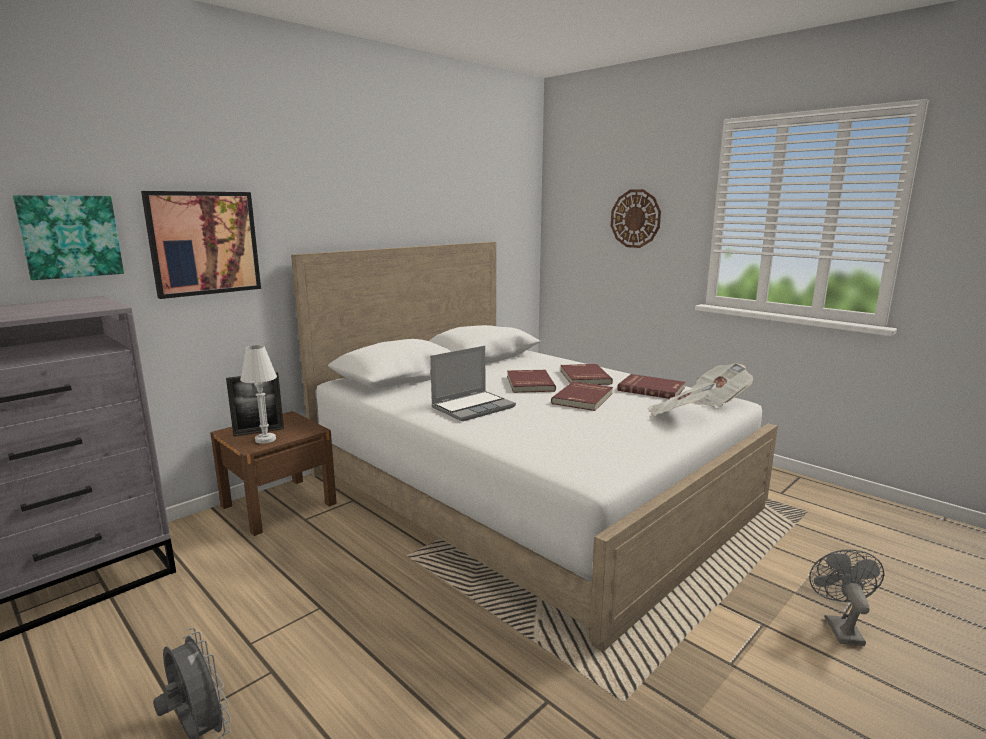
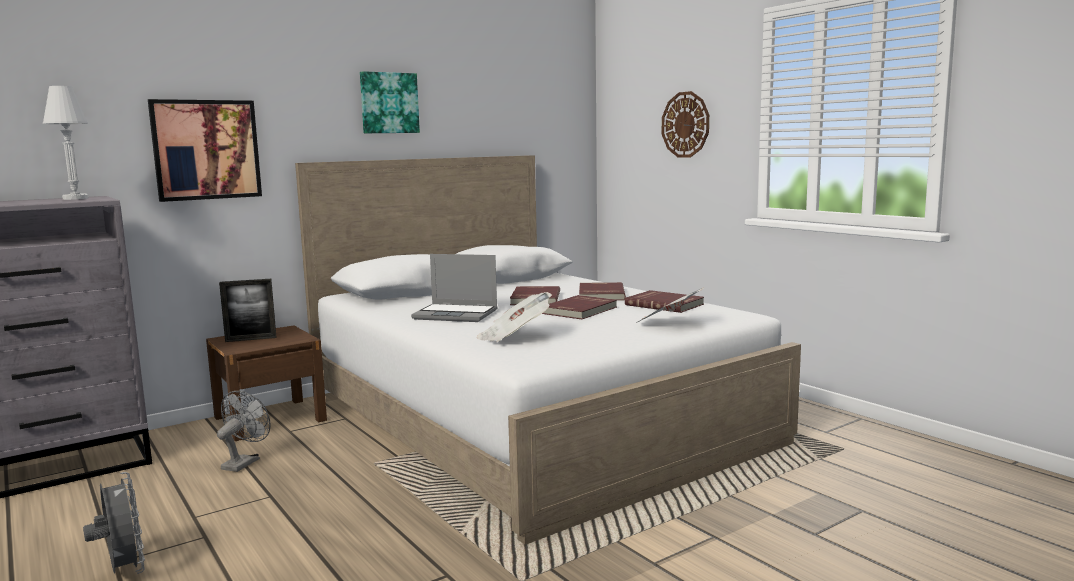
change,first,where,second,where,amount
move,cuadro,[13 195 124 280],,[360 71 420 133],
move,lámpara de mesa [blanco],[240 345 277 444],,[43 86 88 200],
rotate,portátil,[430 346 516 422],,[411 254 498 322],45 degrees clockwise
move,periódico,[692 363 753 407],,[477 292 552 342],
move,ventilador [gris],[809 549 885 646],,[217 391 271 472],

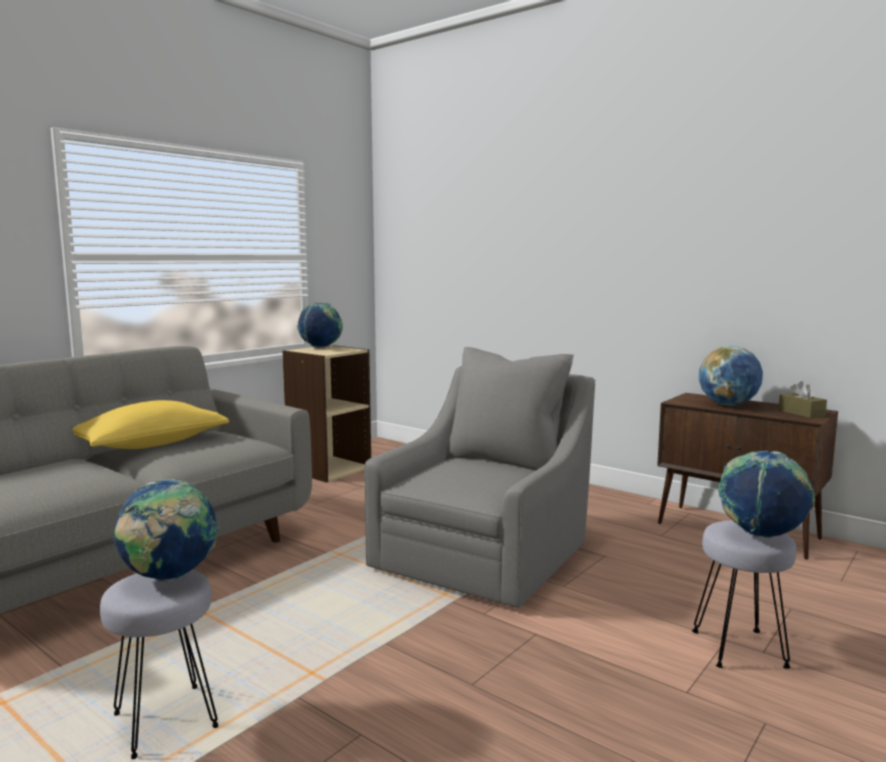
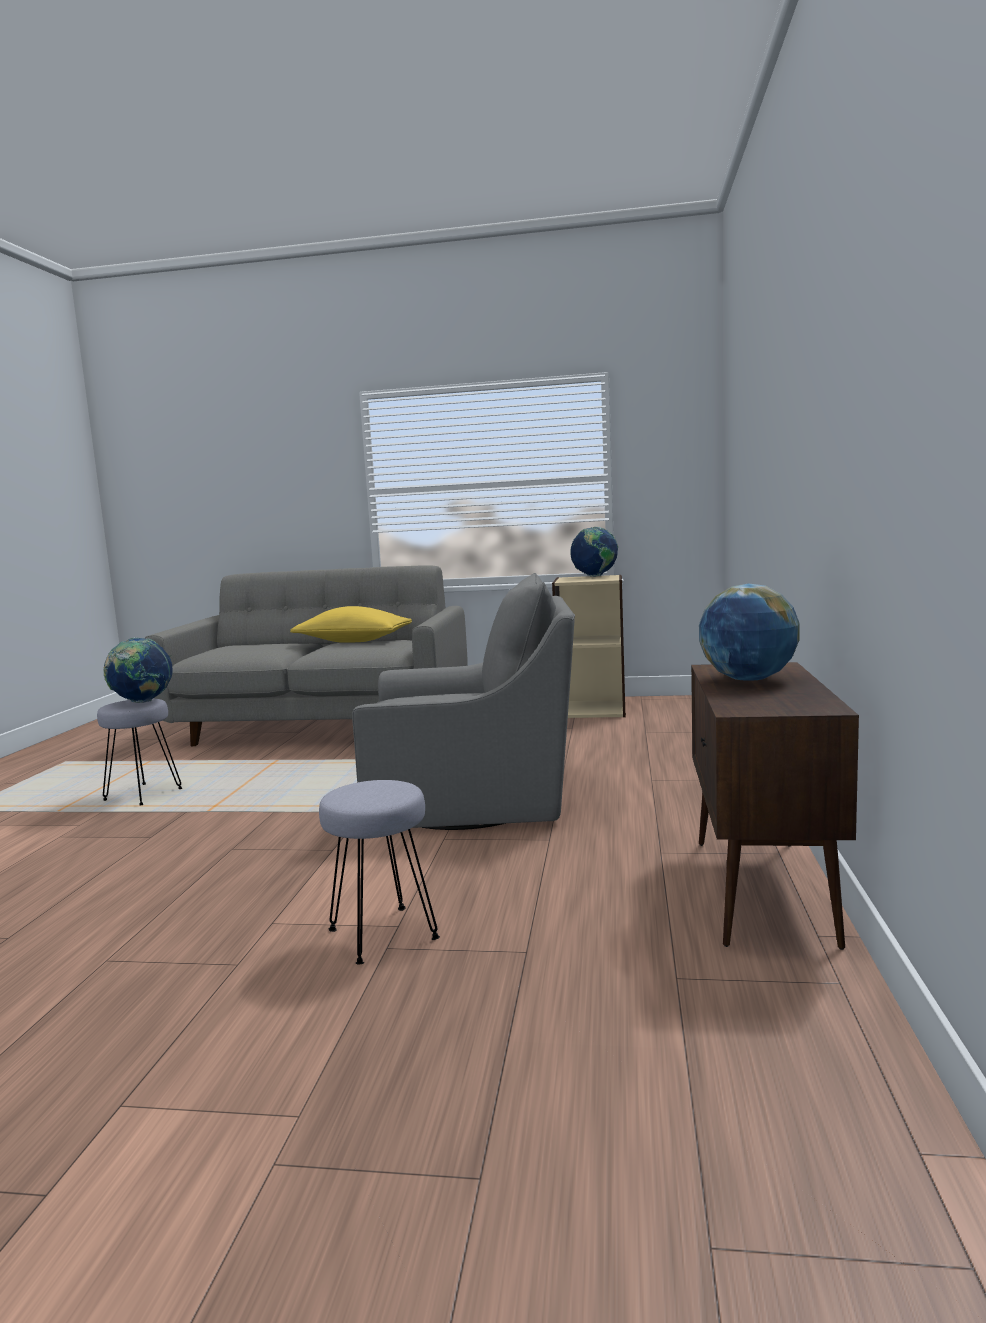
change,first,where,second,where,amount
delete,globo terráqueo,[718 451 815 538],,,
delete,caja de pañuelos [marrón],[778 381 827 418],,,

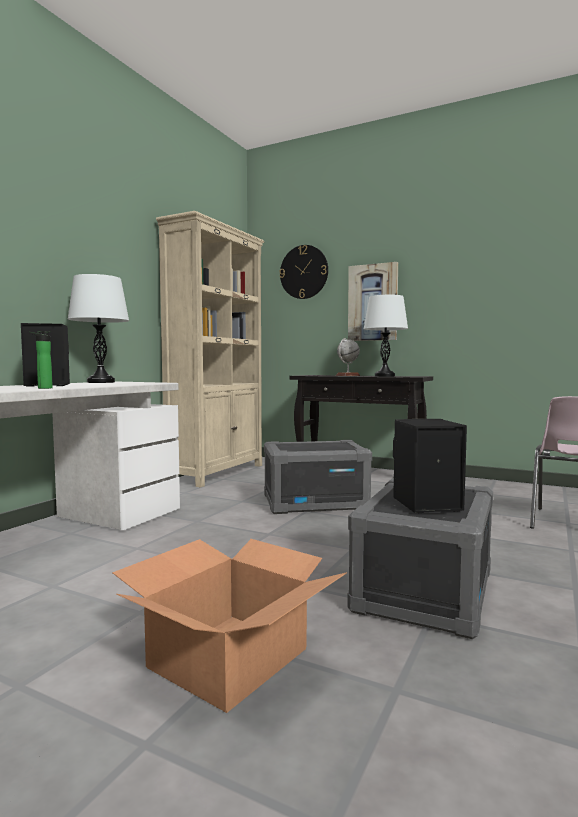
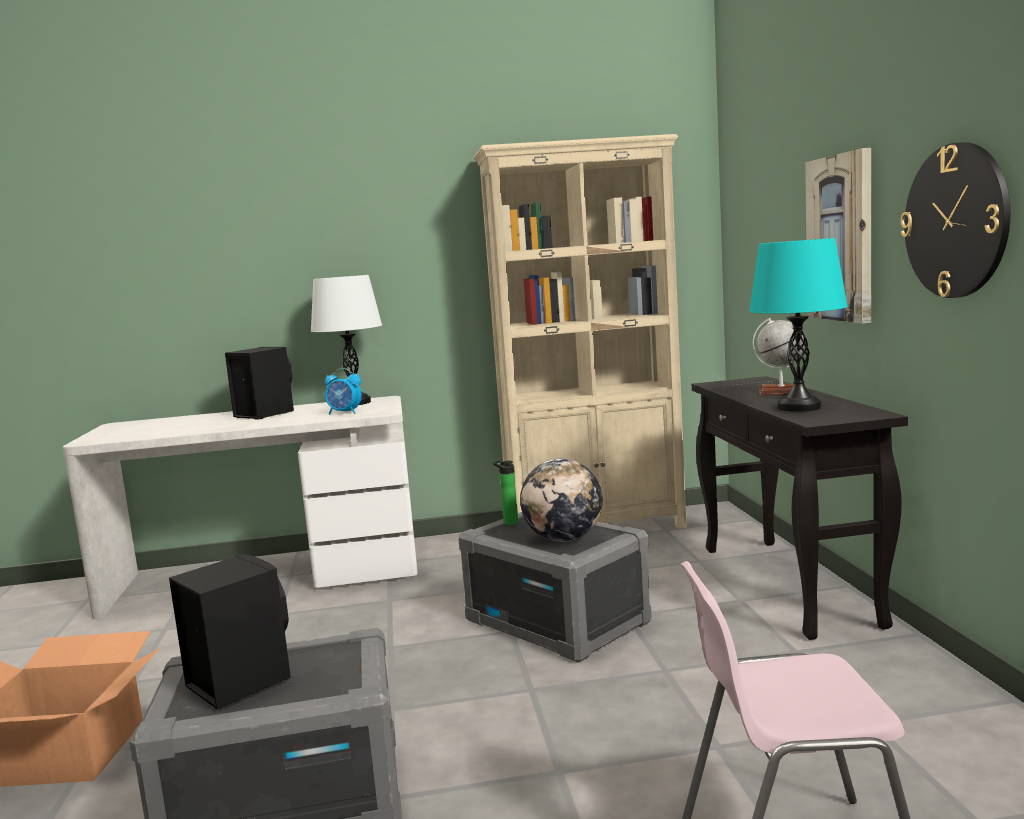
change,first,where,second,where,amount
move,botella,[29 331 53 389],,[493 460 518 525],
move,reloj de pared,[279 245 328 299],,[901 142 1010 298],
recolor,lámpara de mesa [blanco],[364 295 408 377],lámpara de mesa [turquesa],[749 238 848 412],
insert,,,despertador,[325 368 362 415],
insert,,,globo terráqueo,[520 458 603 542],

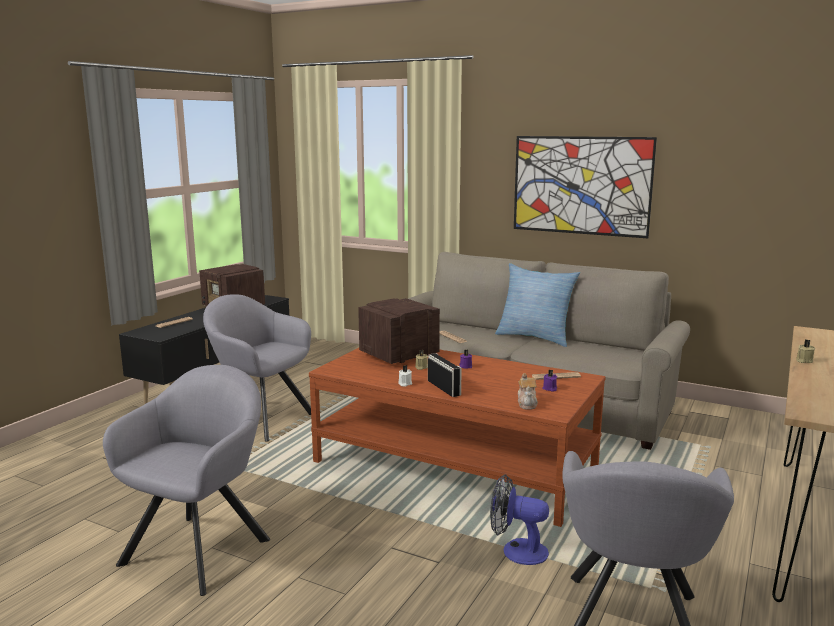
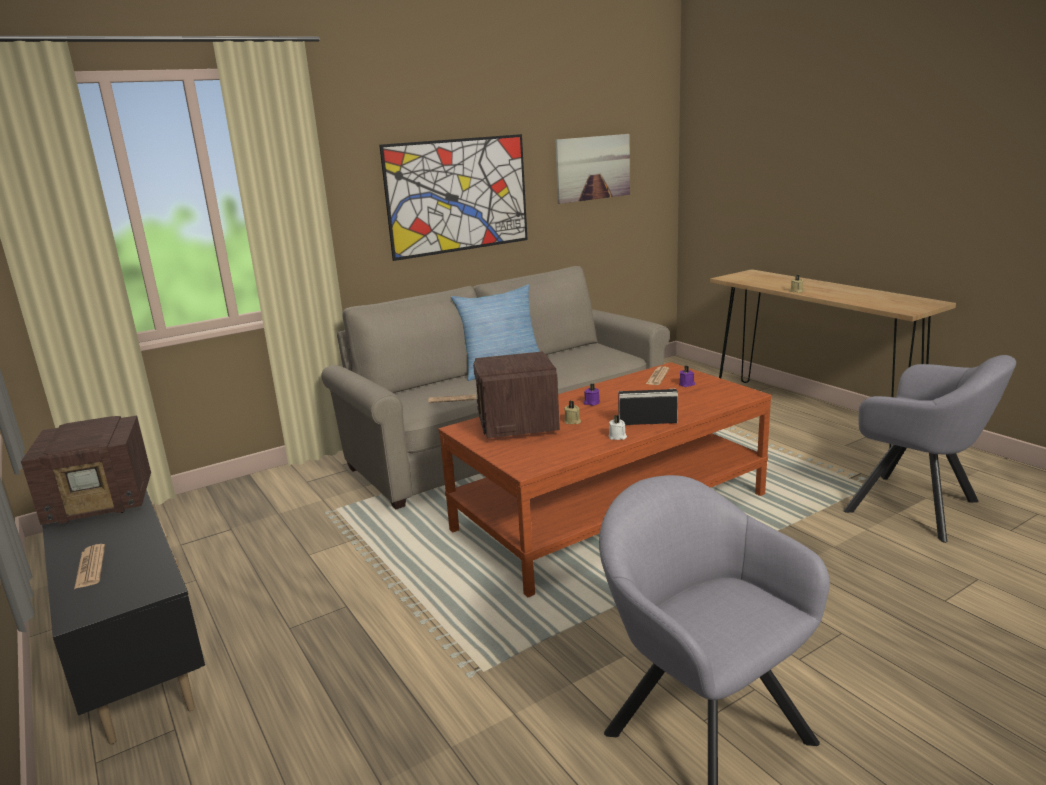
change,first,where,second,where,amount
delete,sillón [gris],[203 294 311 442],,,
delete,ventilador,[490 474 549 565],,,
delete,tetera,[518 373 538 410],,,
insert,,,cuadro,[555 134 630 204],

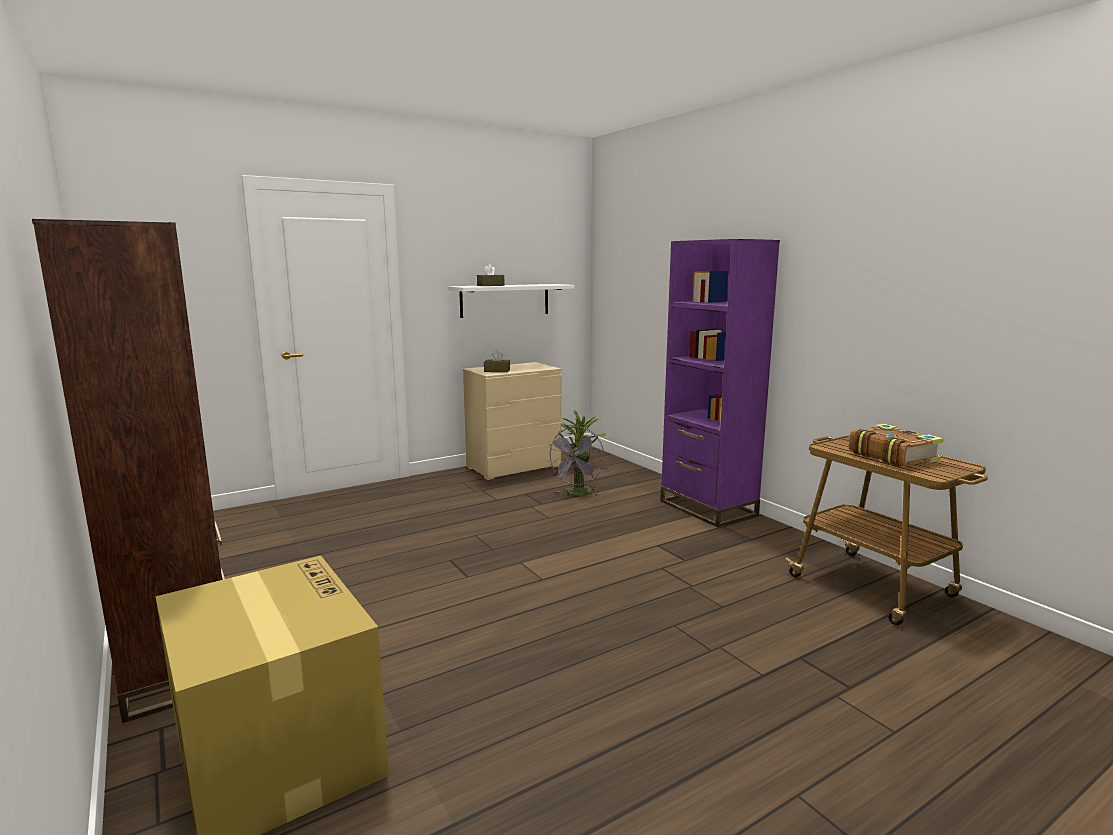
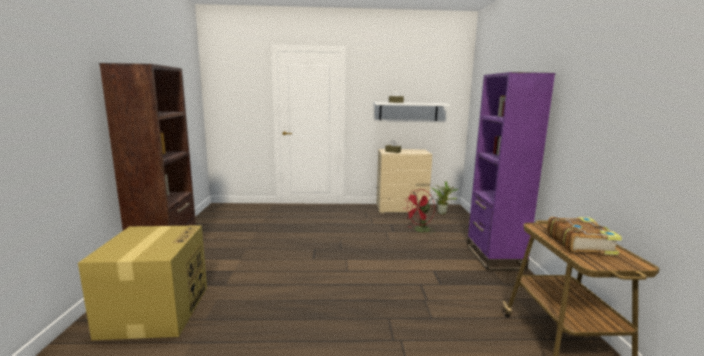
change,first,where,second,where,amount
recolor,ventilador [gris],[547 426 604 496],ventilador [rojo],[405 189 435 235],

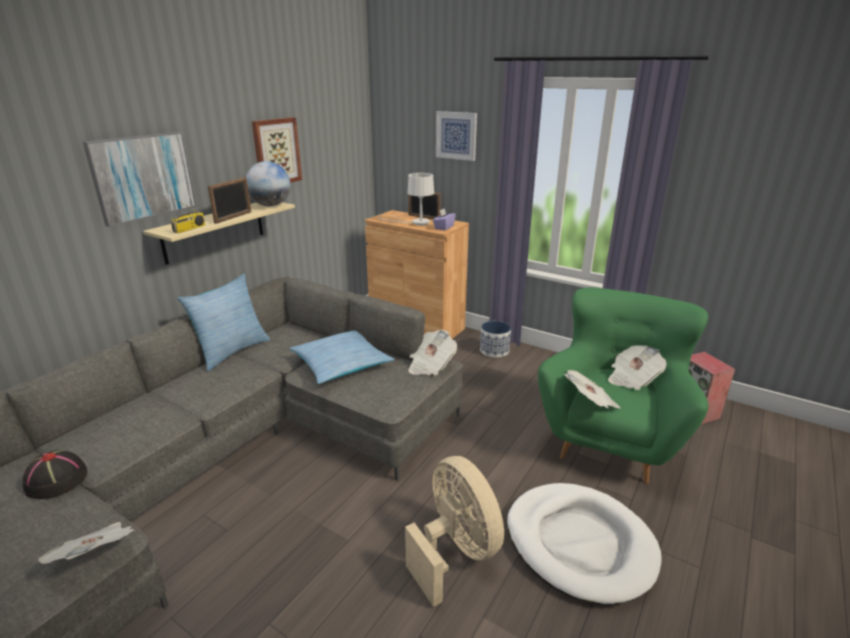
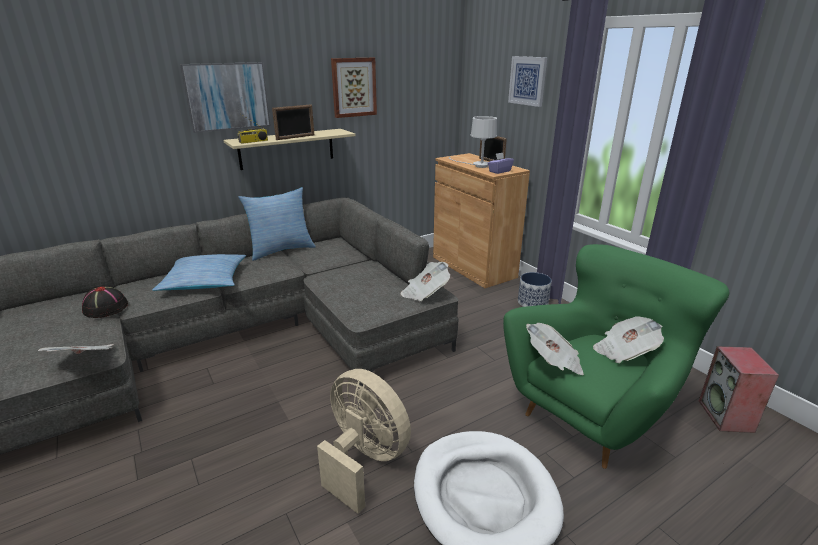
change,first,where,second,where,amount
delete,globo terráqueo,[246 161 291 206],,,
move,cojín,[289 330 395 384],,[152 254 246 291],
rotate,ventilador [beis],[405 456 504 607],,[317 369 411 514],45 degrees counterclockwise

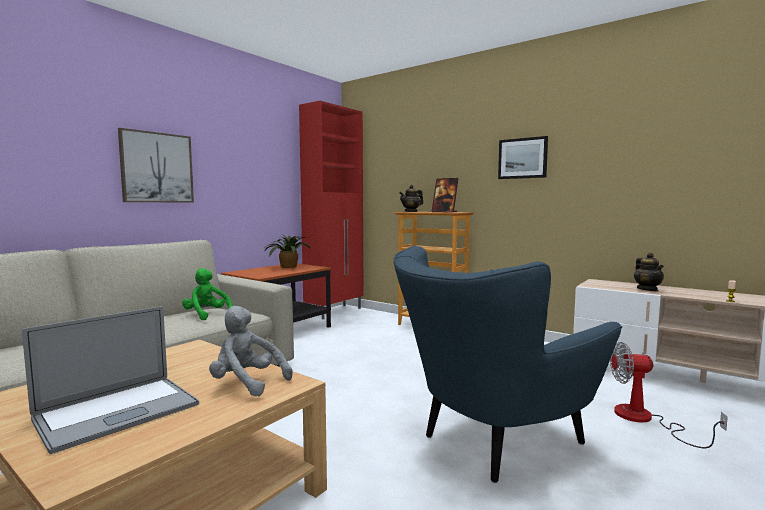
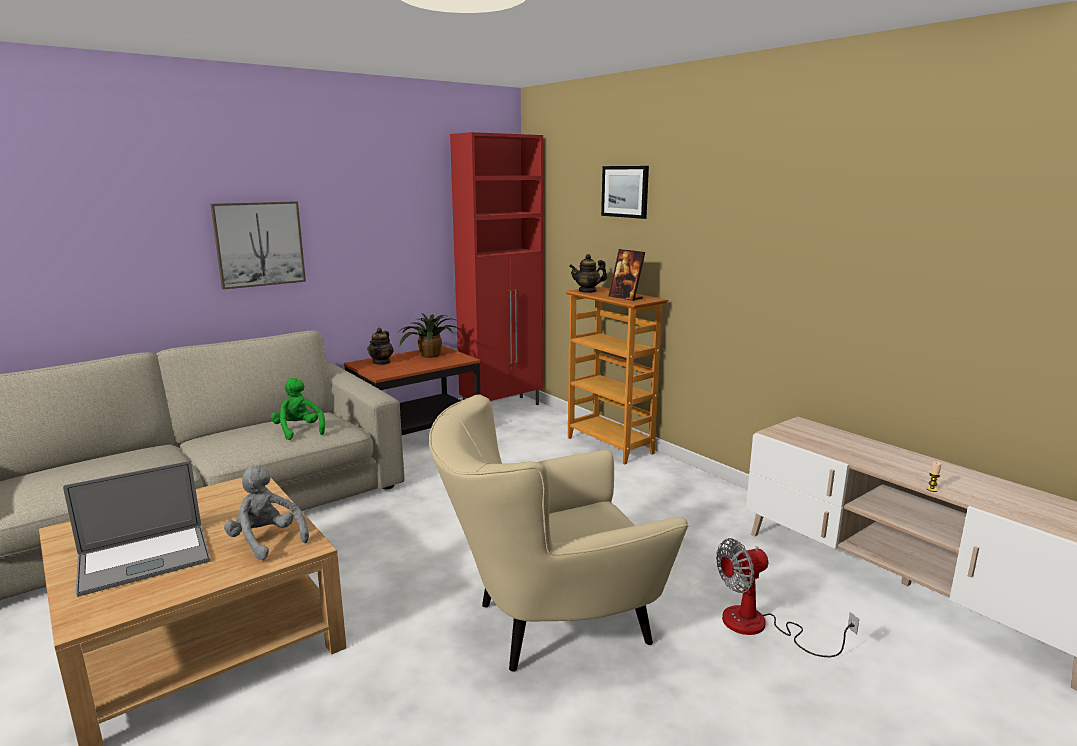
change,first,where,second,where,amount
recolor,sillón [azul],[394 246 622 483],sillón [beis],[429 394 688 672],
move,cuadro,[498 136 548 179],,[601 166 649 219],
rotate,ventilador,[610 342 728 448],,[716 538 859 657],45 degrees counterclockwise
move,tetera,[634 253 664 291],,[367 328 394 365],

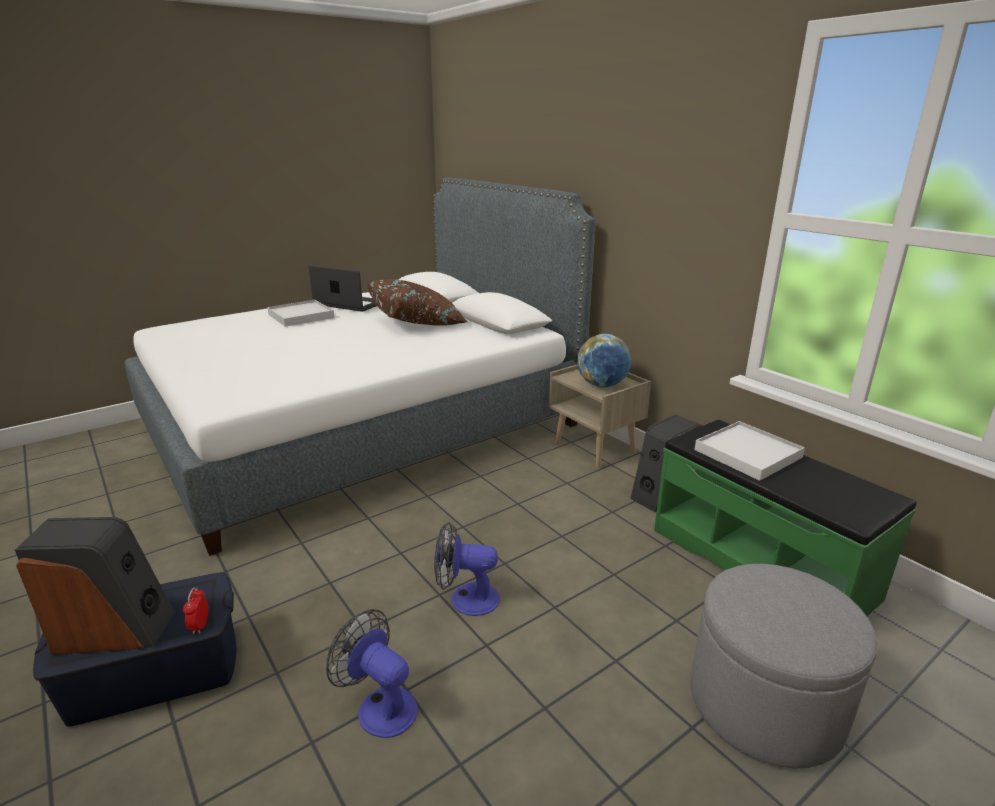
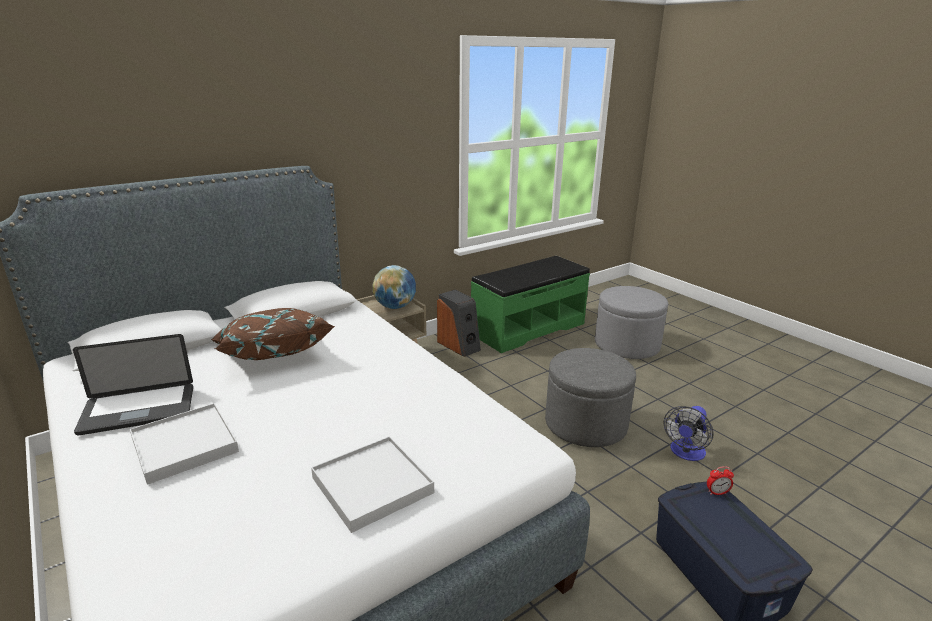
change,first,where,second,where,amount
delete,altavoz,[15 517 175 655],,,
rotate,portátil,[308 265 377 312],,[73 334 193 435],135 degrees counterclockwise
replace,ventilador,[434 522 500 616],puf [gris],[545 348 636 447],
move,bandeja [blanco],[694 421 805 481],,[311 436 434 533],

